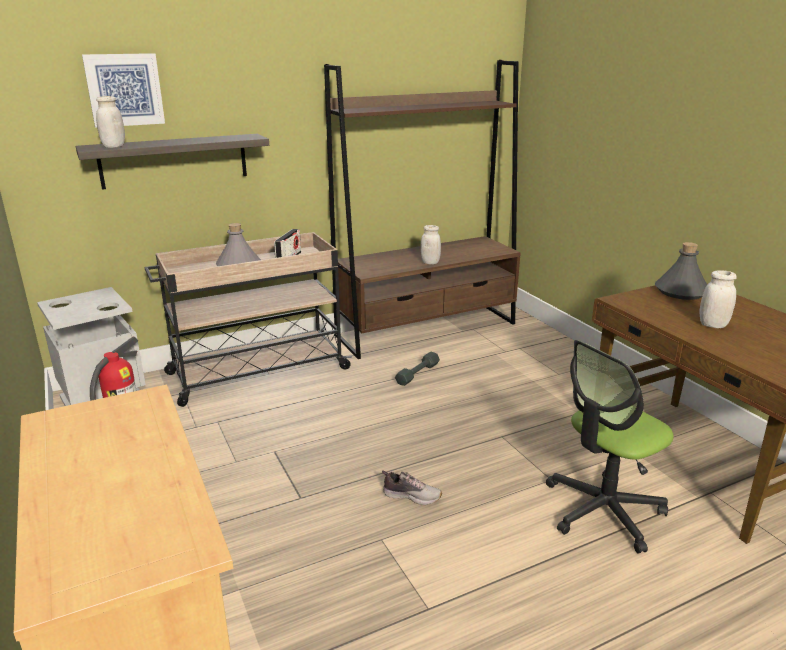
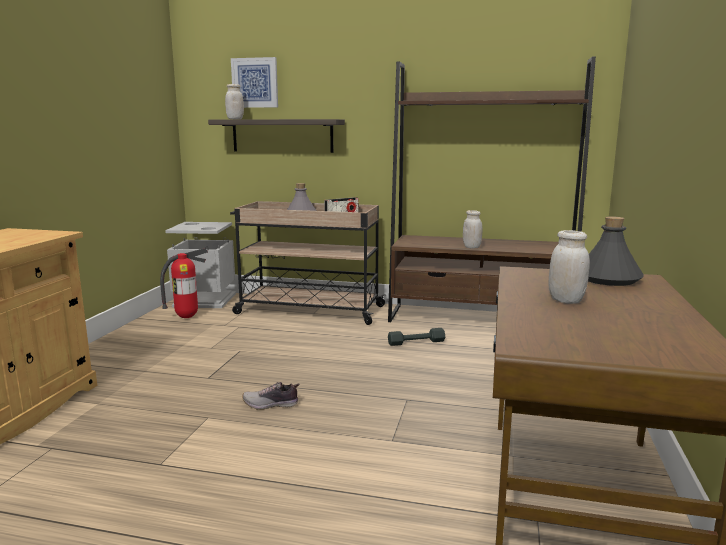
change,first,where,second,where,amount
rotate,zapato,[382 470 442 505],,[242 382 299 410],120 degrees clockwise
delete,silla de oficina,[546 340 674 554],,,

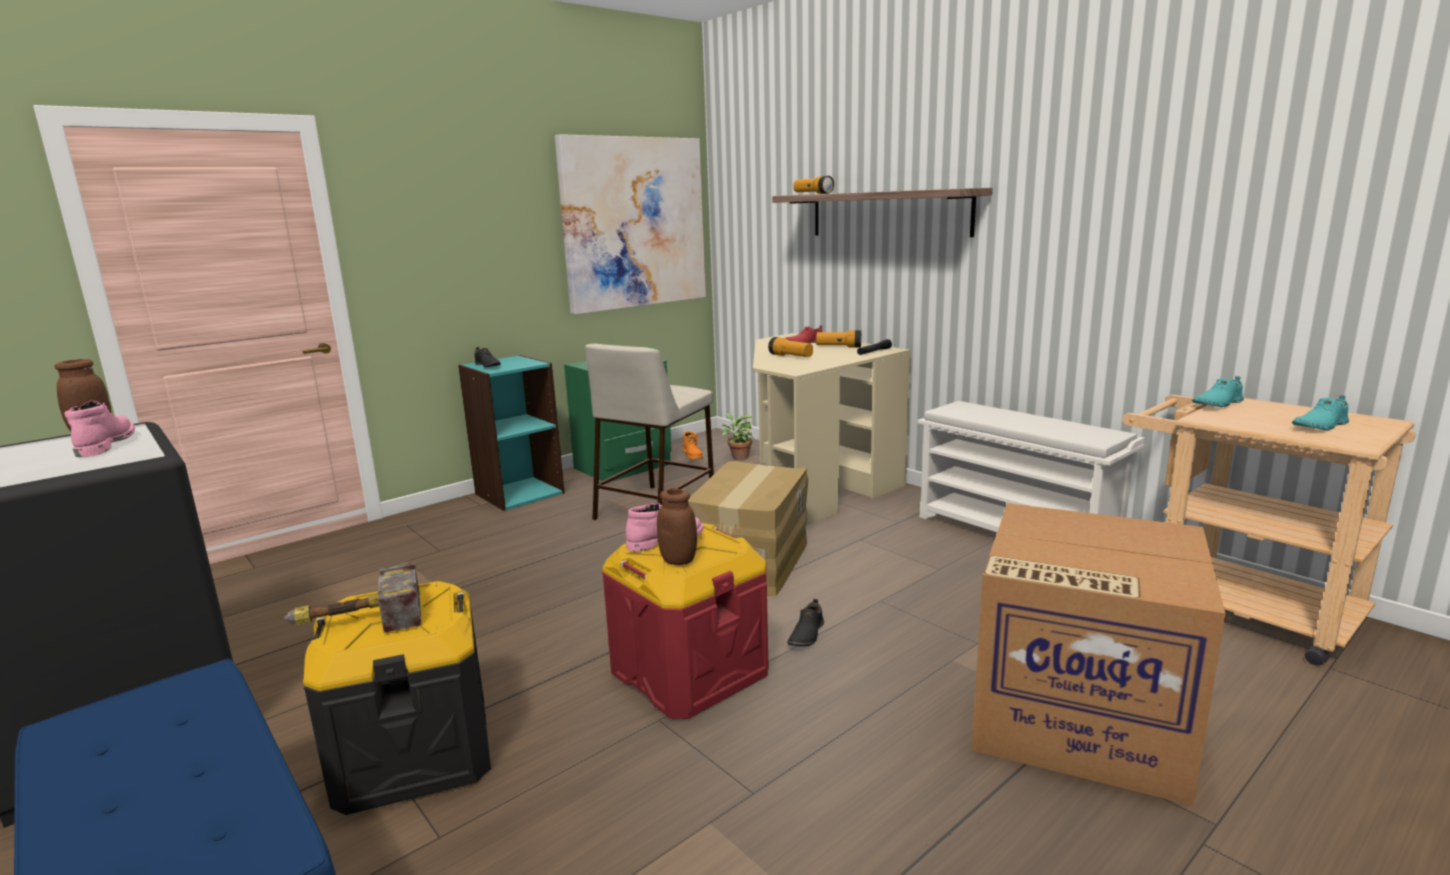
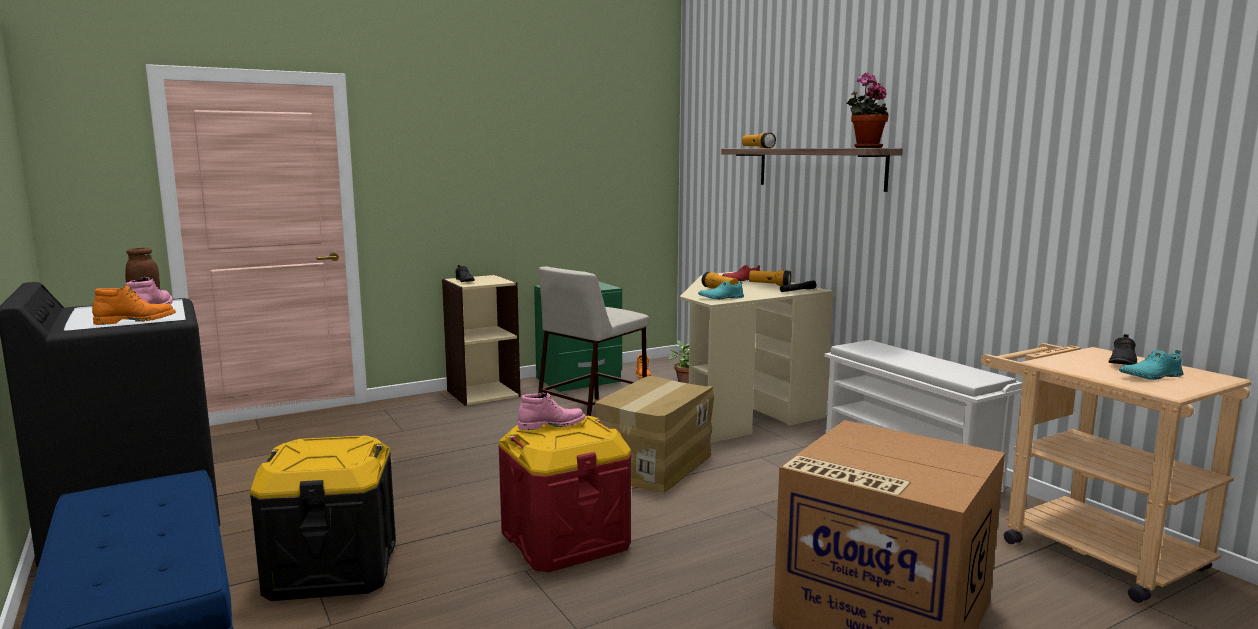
change,first,where,second,where,amount
delete,martillo,[284 562 422 633],,,
recolor,estantería [turquesa],[458 355 565 511],estantería [beis],[442 275 521 406],
delete,cuadro,[555 134 706 314],,,
delete,tarro [marrón],[657 489 697 565],,,
move,zapato [negro],[787 599 824 647],,[1108 334 1137 365],
move,zapato [turquesa],[1192 376 1244 407],,[698 281 744 299],
insert,,,bota [naranja],[92 286 176 325],
insert,,,planta en maceta,[847 73 889 148],

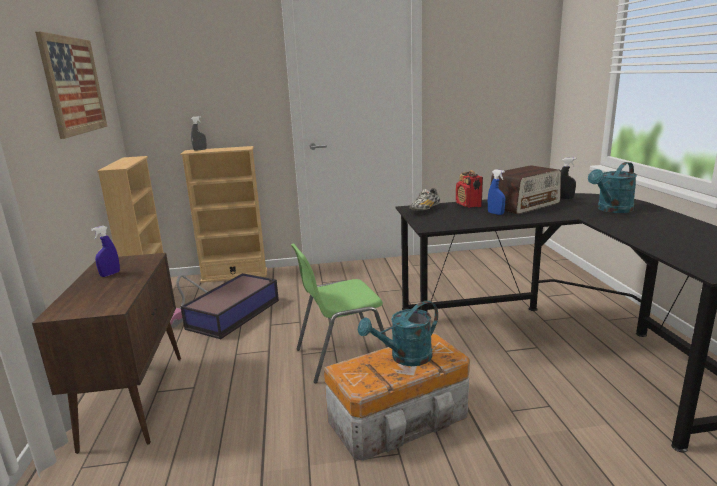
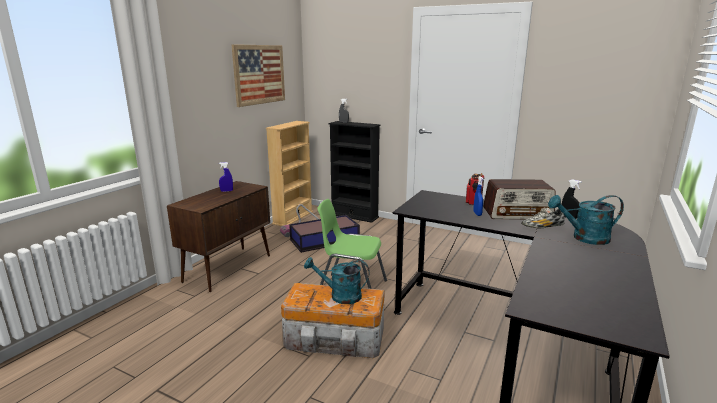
change,first,where,second,where,amount
recolor,estantería [beis],[180 146 267 283],estantería [negro],[329 121 380 223],
move,zapato,[409 188 440 210],,[521 208 565 228],

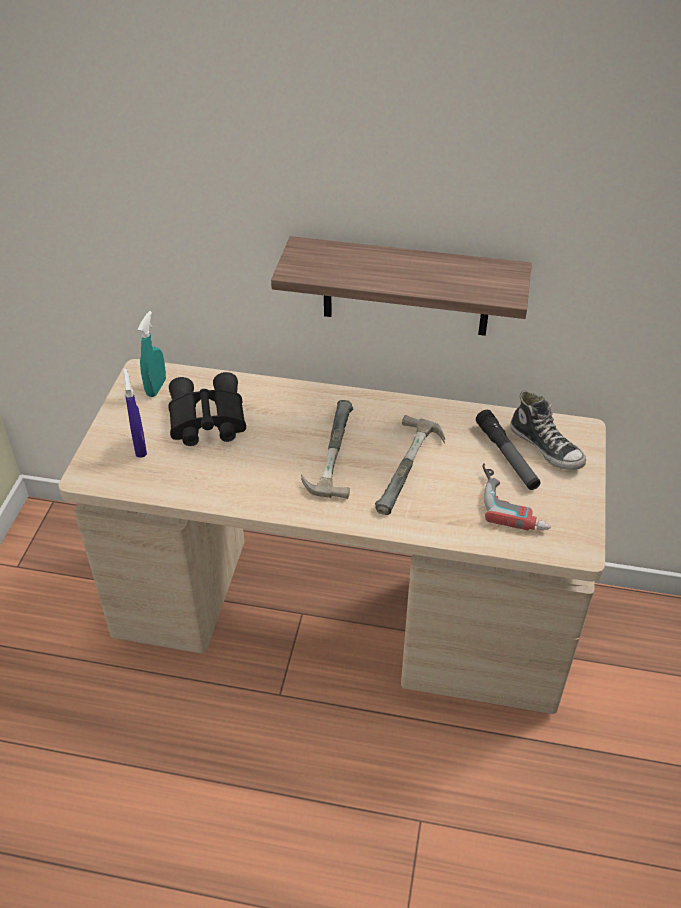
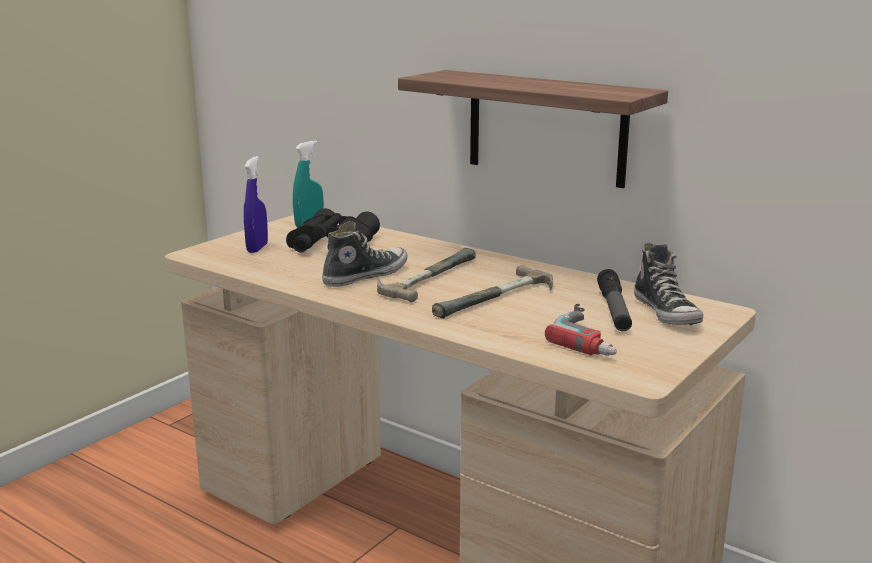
change,first,where,second,where,amount
insert,,,zapato,[322 221 408 287],

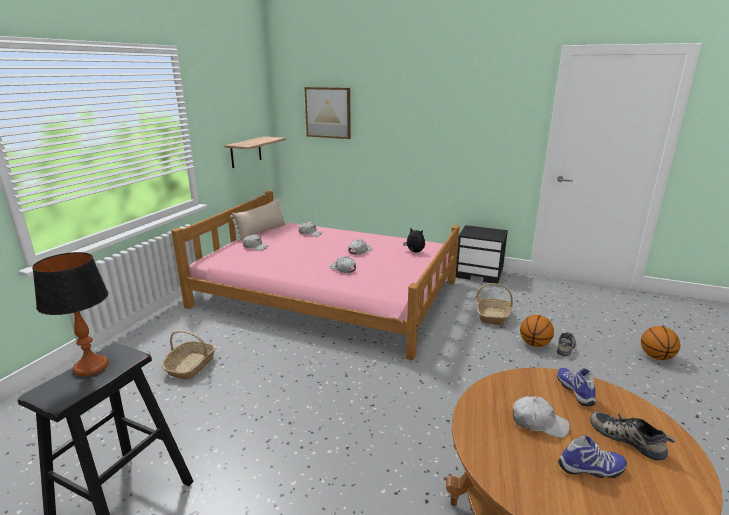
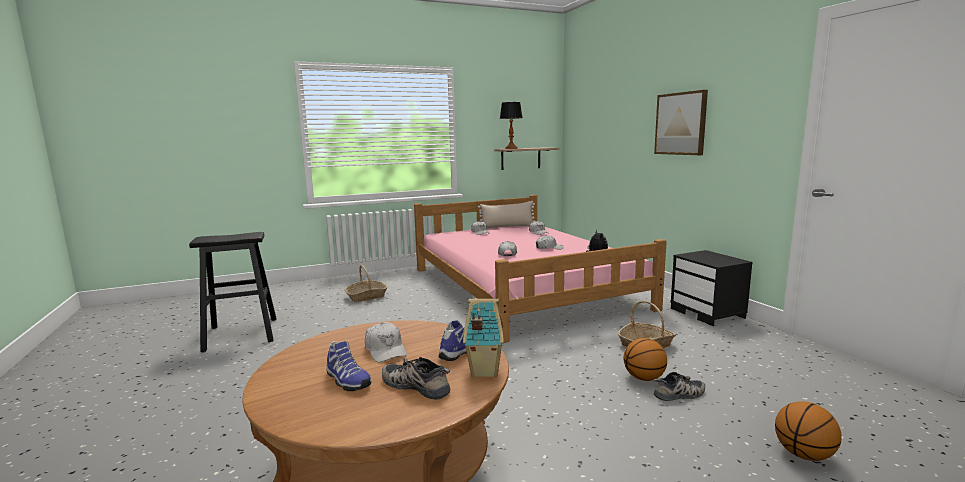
change,first,where,second,where,amount
move,lámpara de mesa,[32 252 109 376],,[500 102 522 149],
move,cuadro,[304 87 351 139],,[654 90 708 155],
rotate,zapato,[590 412 676 461],,[382 357 451 400],60 degrees counterclockwise
insert,,,casita,[463 299 504 377],

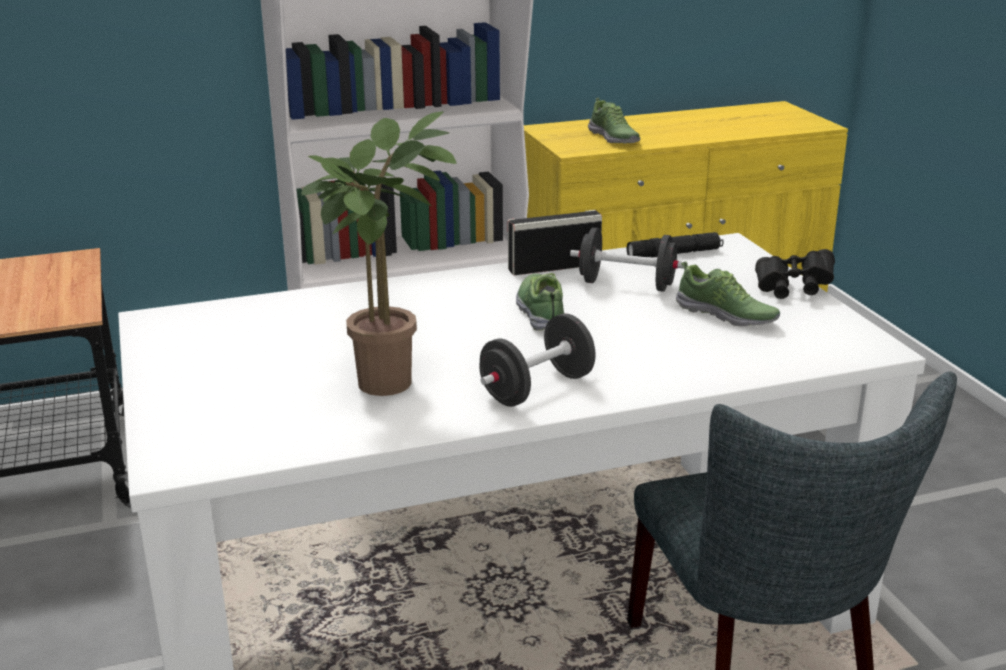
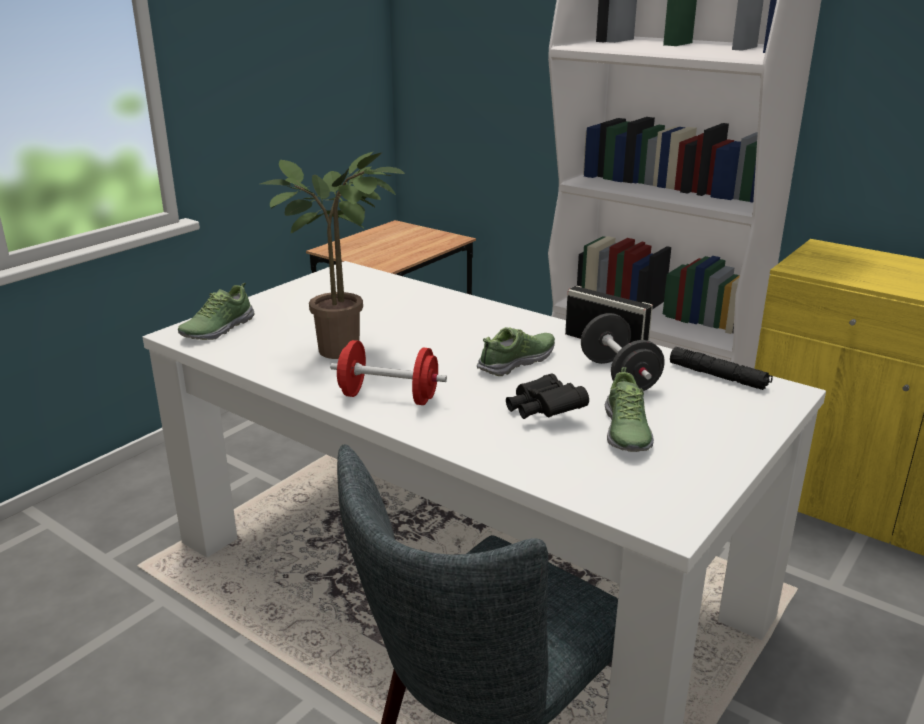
change,first,where,second,where,amount
recolor,mancuerna [negro],[479 314 596 407],mancuerna [rojo],[330 340 447 405],
move,zapato,[588 98 640 144],,[178 282 254 340],
move,prismáticos [negro],[755 249 835 299],,[506 374 589 419],

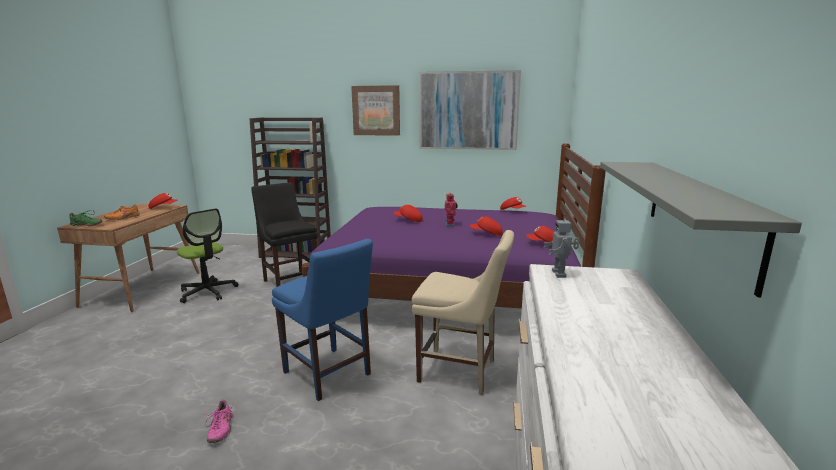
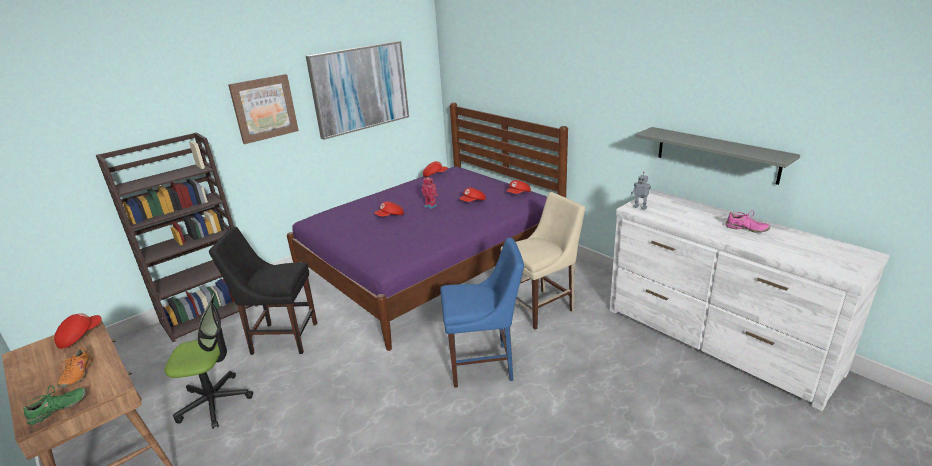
change,first,where,second,where,amount
move,zapato [rosa],[204 399 234 443],,[726 210 770 233],

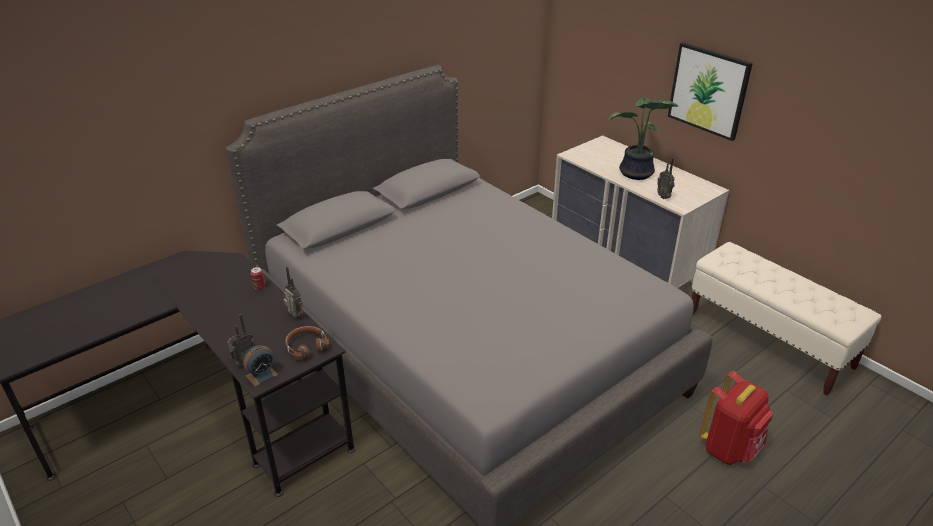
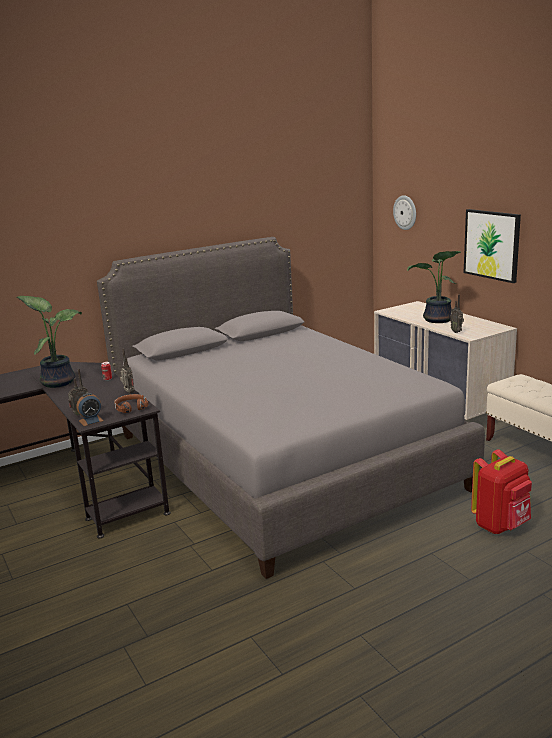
change,first,where,second,where,amount
insert,,,planta en maceta,[16 296 82 388],
insert,,,reloj de pared,[393 195 416 230],

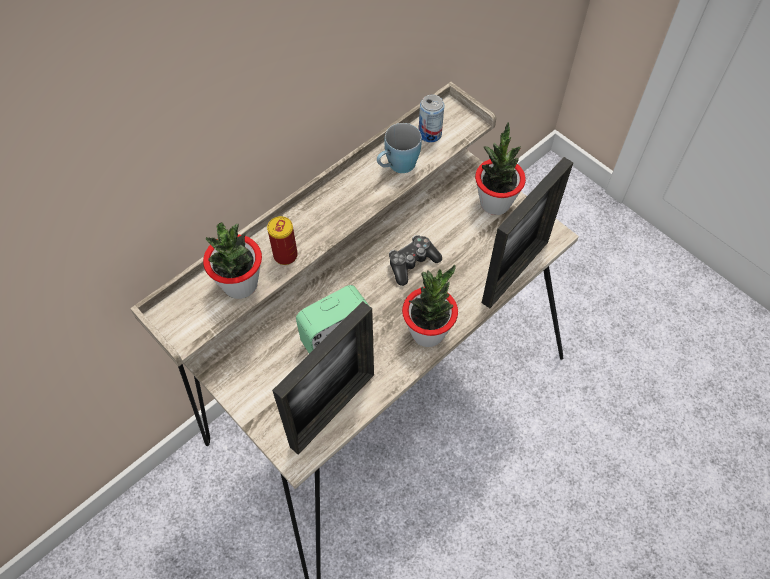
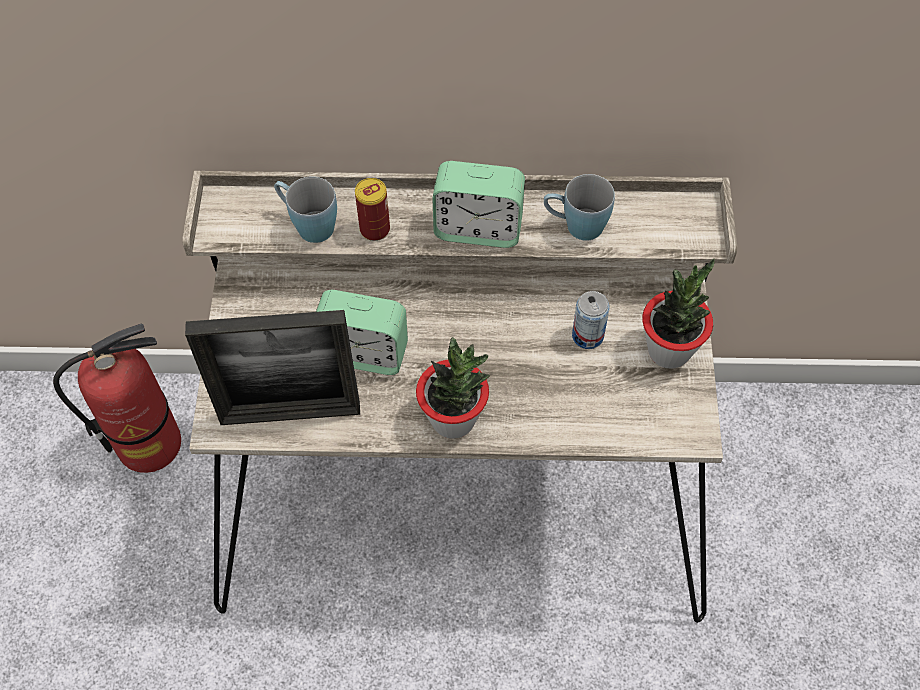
change,first,where,second,where,amount
replace,planta en maceta,[203 222 262 299],taza grande [azul],[274 177 337 243],
delete,mando de consola,[389 235 442 286],,,
move,lata,[419 94 444 143],,[572 291 610 349],
delete,portarretratos,[482 157 573 308],,,
insert,,,extintor,[53 324 181 473],
insert,,,despertador,[432 161 525 248],

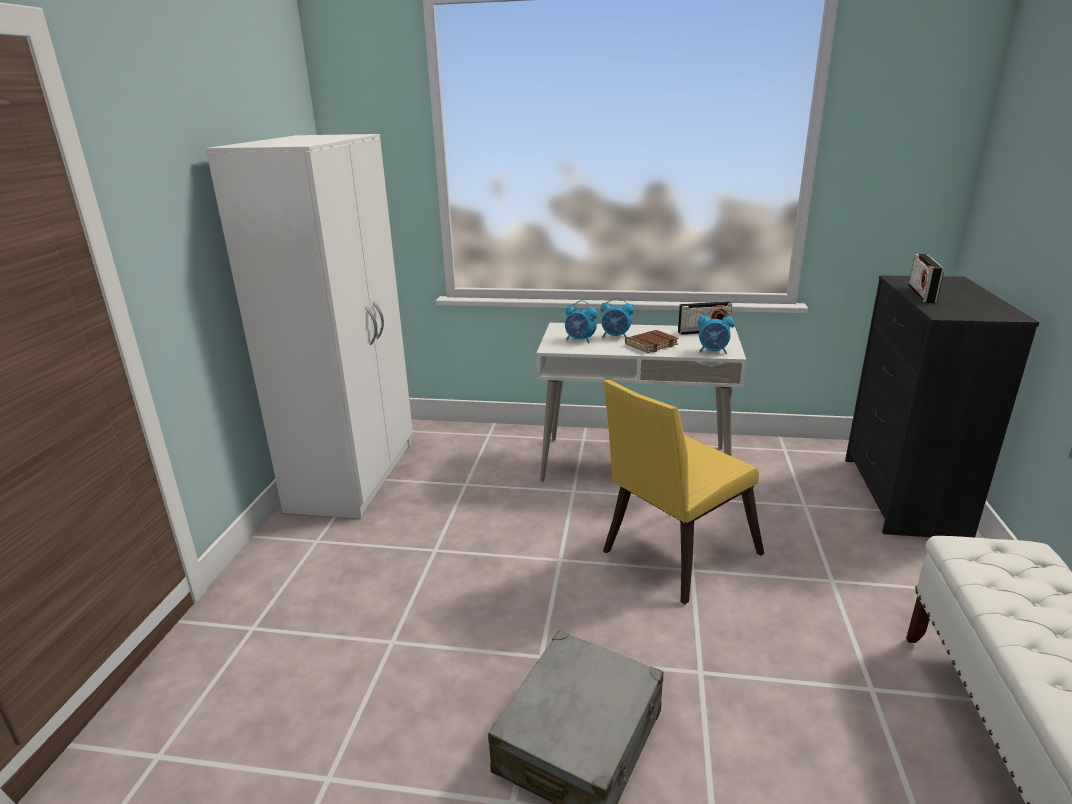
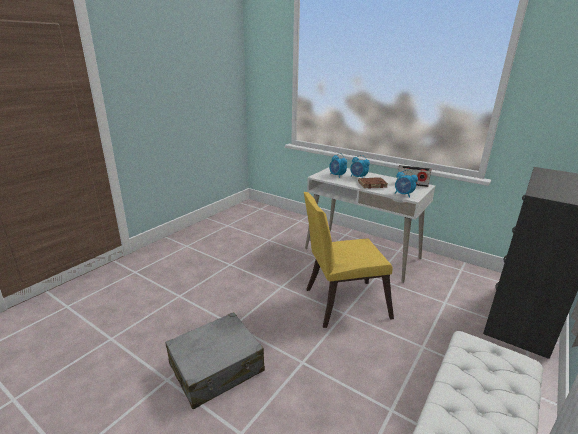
change,first,where,second,where,amount
delete,armario ropero [blanco],[206 134 413 518],,,
delete,radio,[909 254 944 303],,,

